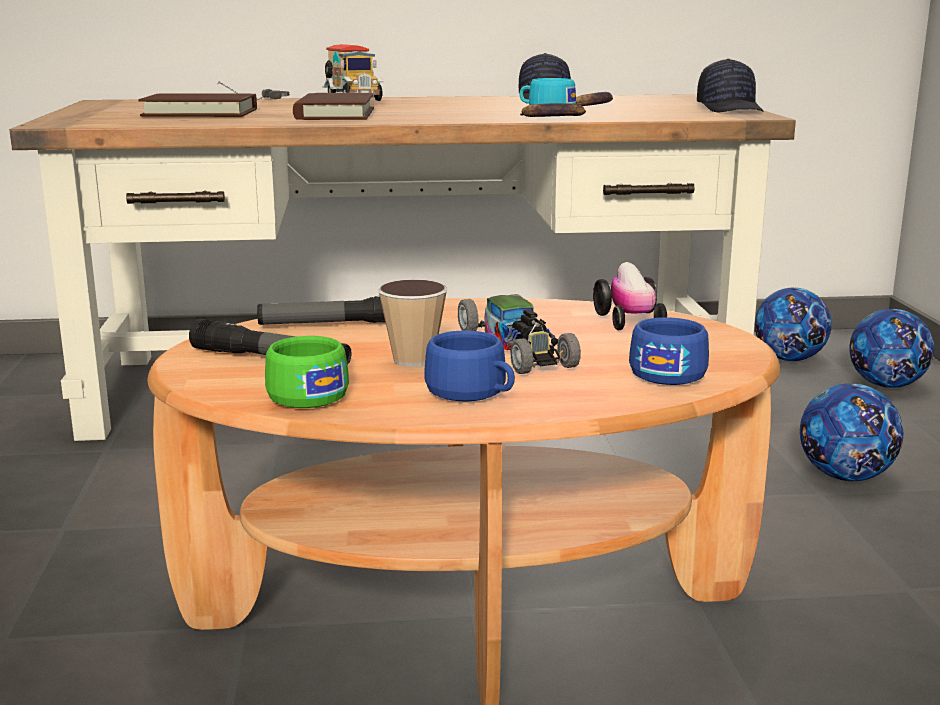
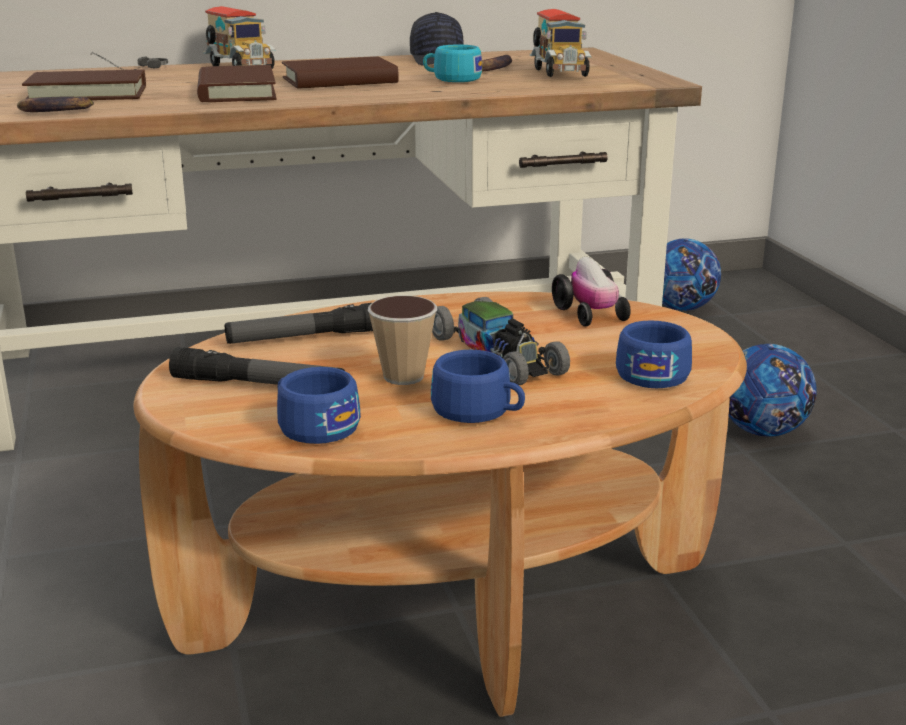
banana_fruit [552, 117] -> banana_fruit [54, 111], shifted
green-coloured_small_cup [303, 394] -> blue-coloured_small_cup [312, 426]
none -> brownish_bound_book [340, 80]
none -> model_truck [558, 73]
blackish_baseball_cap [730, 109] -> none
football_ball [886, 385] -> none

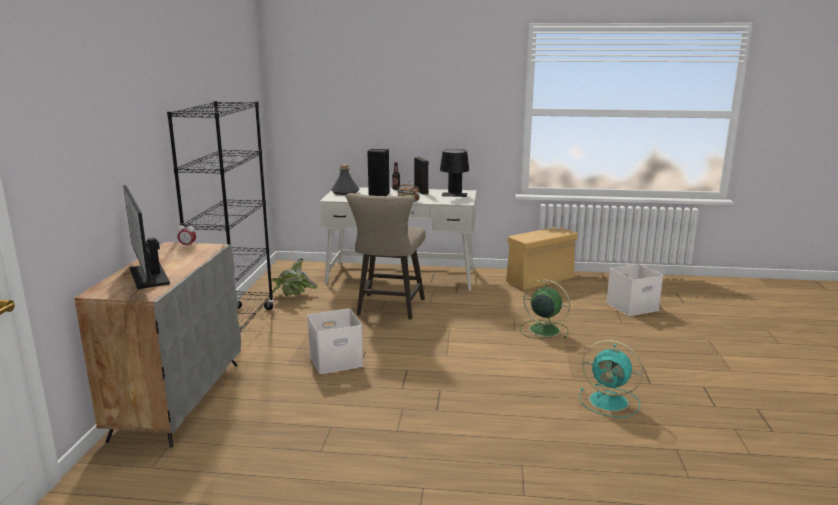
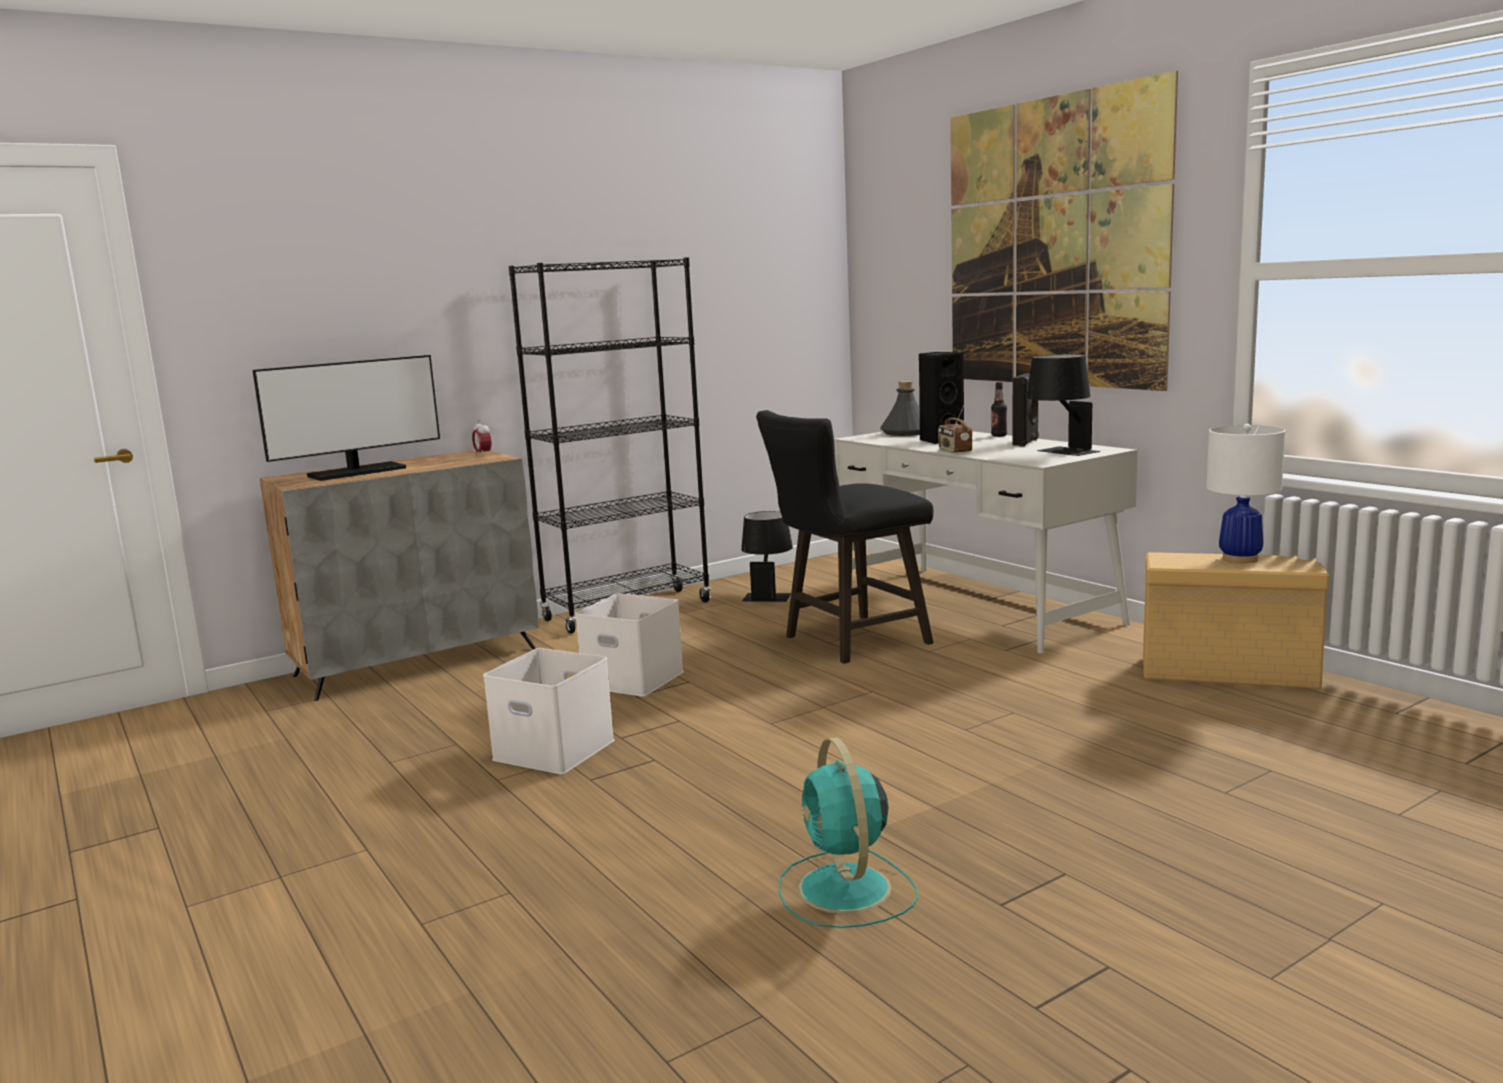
computer_display [149, 276] -> computer_display [357, 472], 150 degrees counterclockwise
white_storage_box [632, 306] -> white_storage_box [557, 749], shifted
potted_plant [293, 296] -> blackish_table_lamp [768, 594]
beige-coloured_stool_seat [388, 309] -> blackish_stool_seat [847, 642]
none -> wall_picture [1051, 244]
none -> white_table_lamp [1240, 559]
green-coloured_cooling_fan [543, 330] -> none

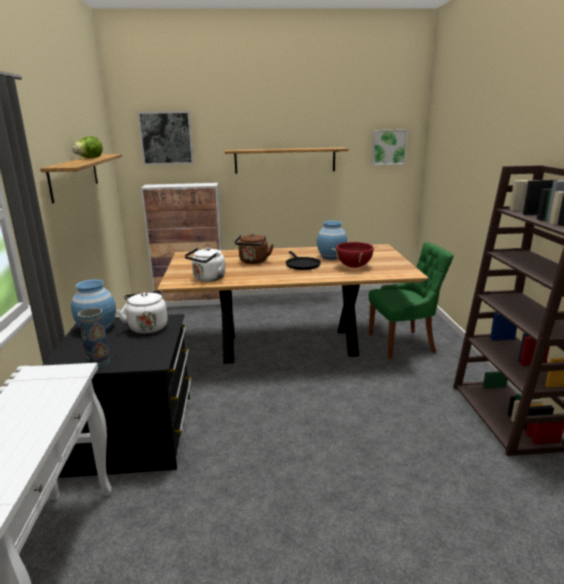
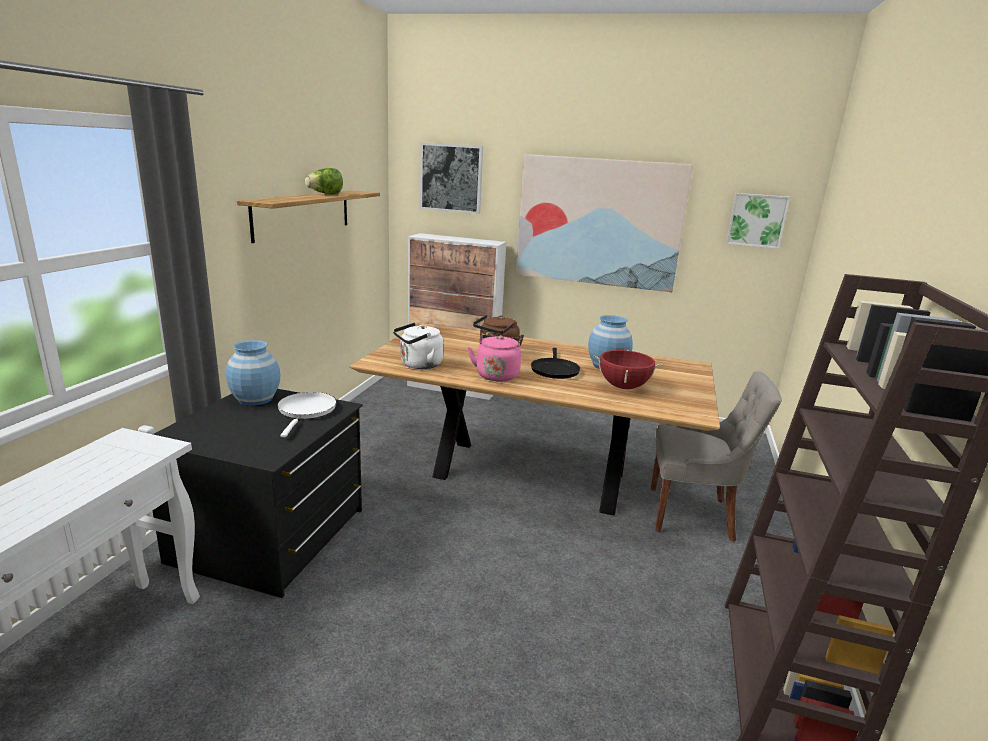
white_water_kettle [147, 327] -> white_pan [306, 411]
none -> pink-coloured_water_kettle [497, 375]
shelf [285, 160] -> wall_picture [598, 222]
green-coloured_plain_chair [403, 343] -> grey_plain_chair [693, 514]
decorative_vase [98, 363] -> none

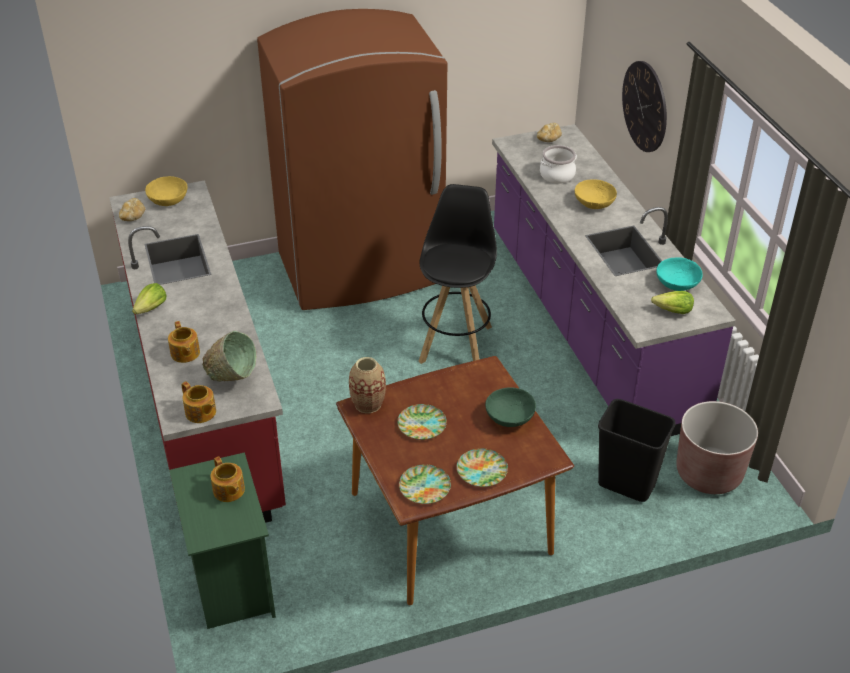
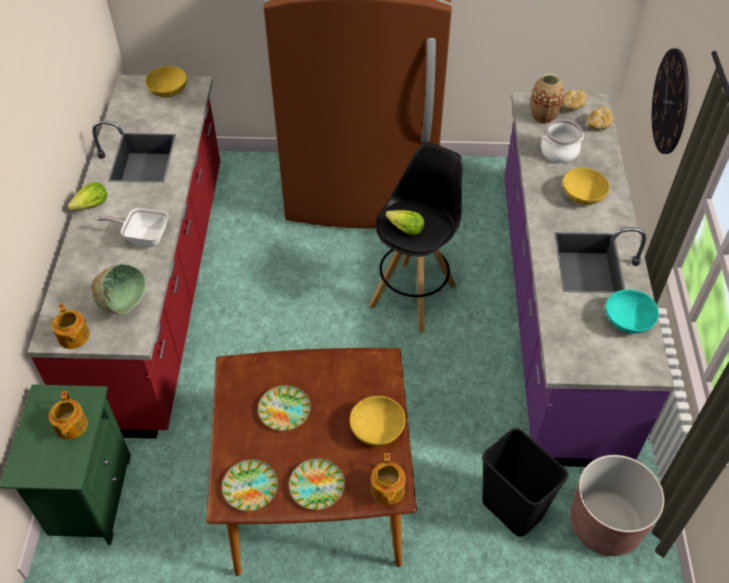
none -> pan [143, 236]
green-coloured_bowl [509, 417] -> yellowish_bowl [376, 429]
teapot [185, 353] -> teapot [387, 490], shifted
lettuce [673, 311] -> lettuce [405, 229], shifted
decorative_vase [368, 403] -> decorative_vase [543, 116], shifted
baked_bread [133, 216] -> baked_bread [598, 125], shifted

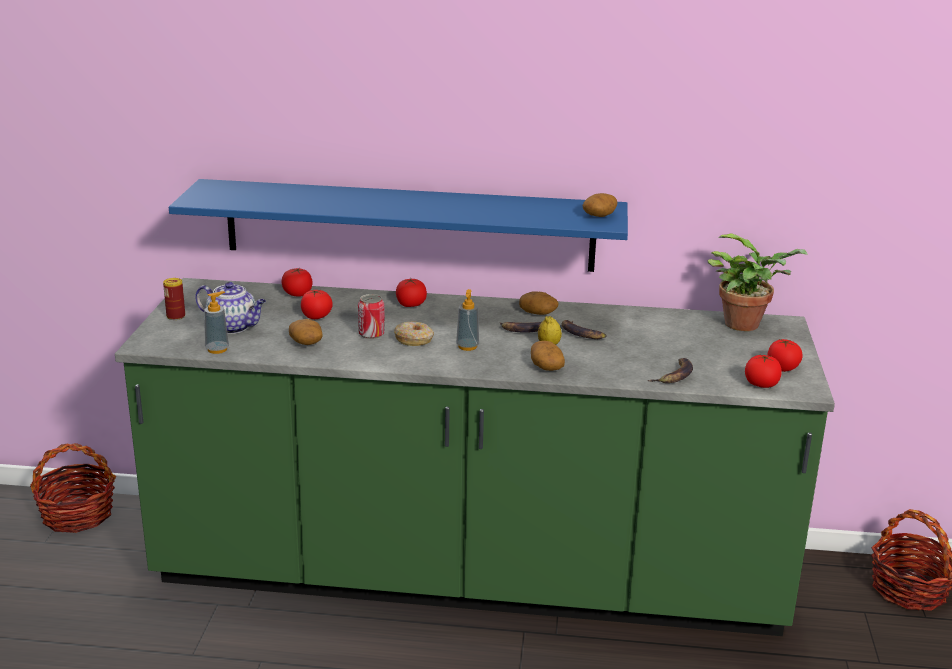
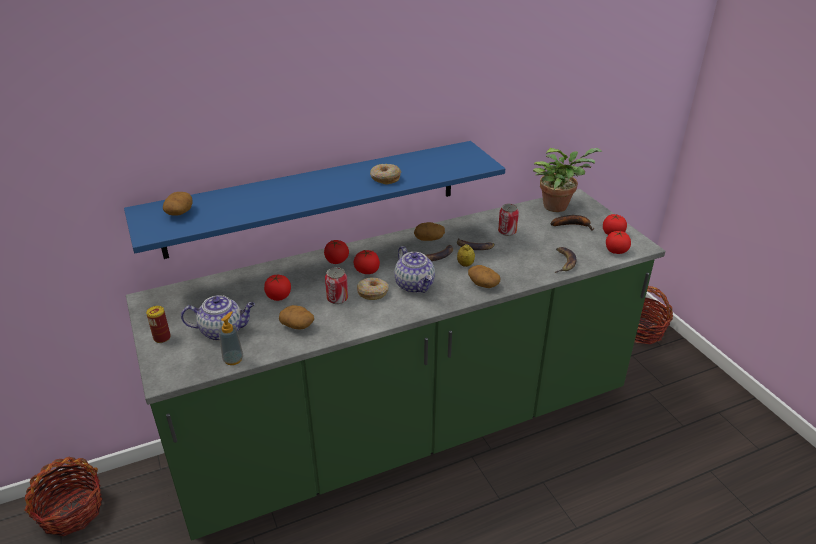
spud [599, 216] -> spud [179, 212], shifted
tomato [297, 294] -> tomato [367, 271], shifted
none -> donut [385, 178]
soap_dispenser [467, 346] -> teapot [415, 285]
none -> metal_can [507, 231]
none -> banana_fruit [573, 225]

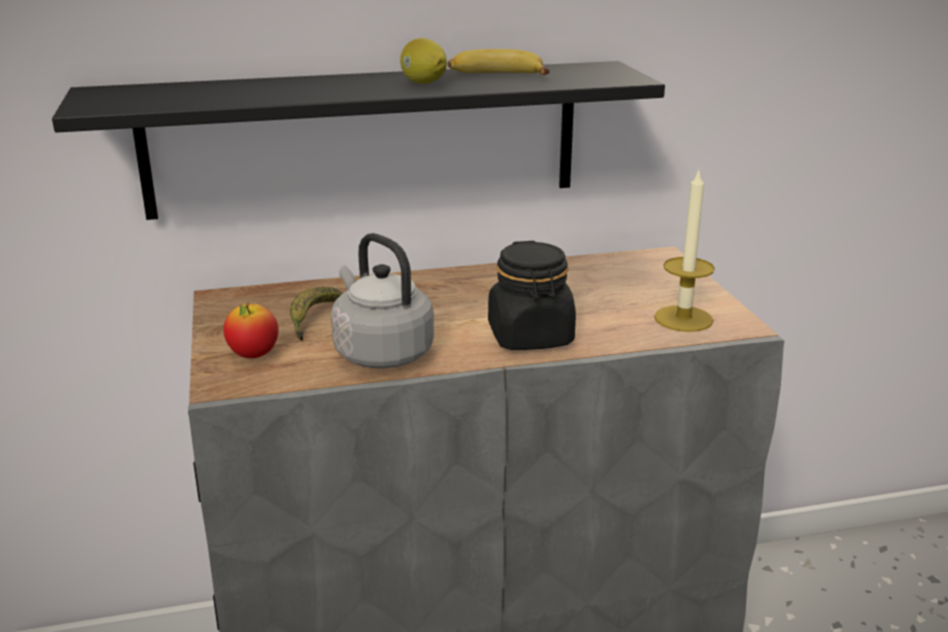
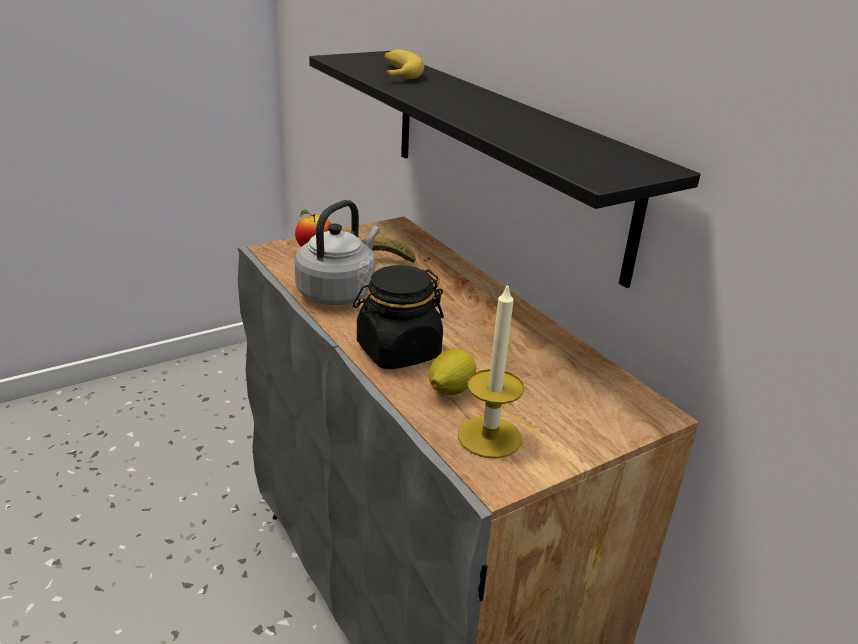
banana_fruit [497, 75] -> banana_fruit [397, 73], shifted
citrus_fruit [424, 83] -> citrus_fruit [449, 390], shifted

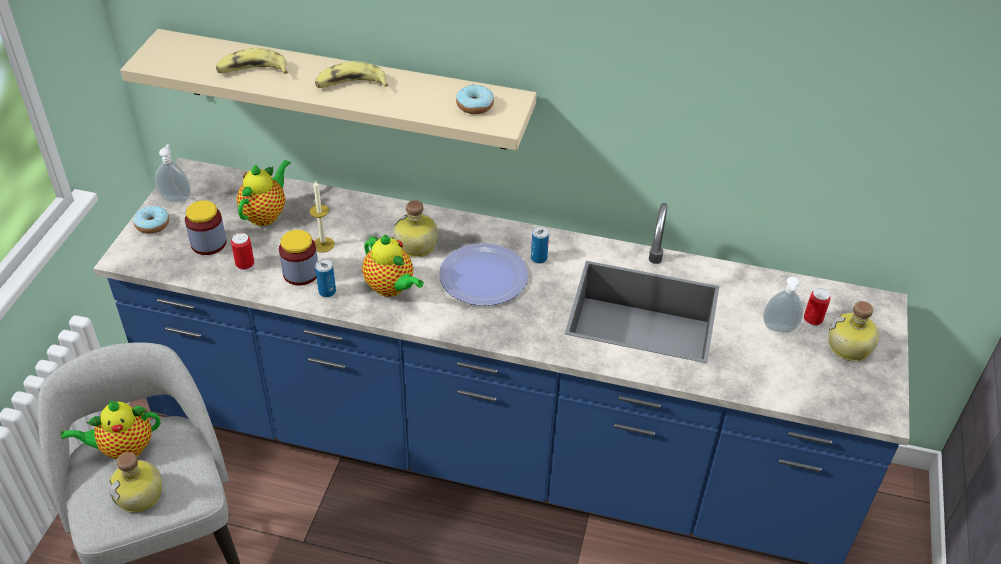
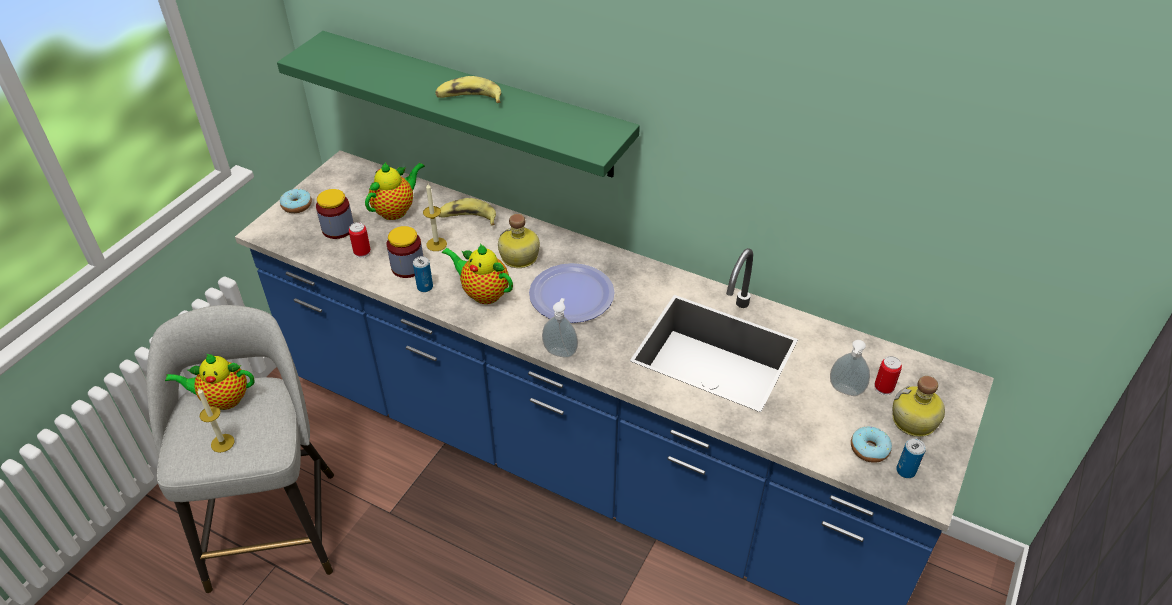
beverage_bottle [141, 495] -> wax_light [222, 443]
beige-coloured_shelf [344, 90] -> green-coloured_shelf [473, 104]
banana_fruit [252, 71] -> banana_fruit [467, 218], shifted
teapot [391, 288] -> teapot [483, 293], 150 degrees clockwise
soap_dispenser [177, 198] -> soap_dispenser [560, 351], shifted
donut [475, 106] -> donut [869, 449], shifted
metal_can [539, 258] -> metal_can [905, 471], shifted

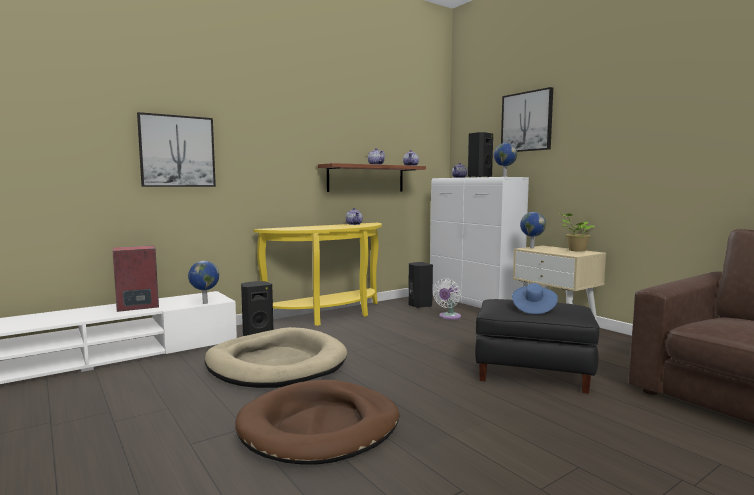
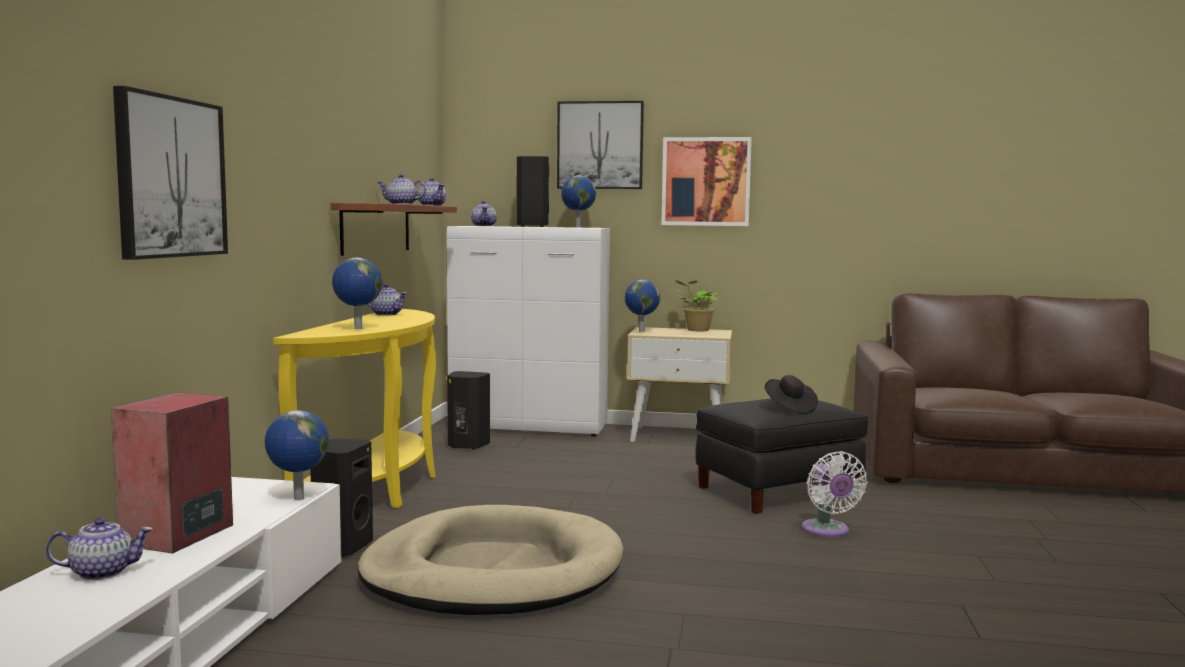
none -> teapot [103, 572]
none -> desk_globe [357, 328]
none -> wall_picture [706, 181]
blue-coloured_wearable_hat [533, 309] -> blackish_wearable_hat [789, 408]
white_cooling_fan [448, 317] -> white_cooling_fan [827, 531], shifted
brownish_dog_cushion [320, 427] -> none

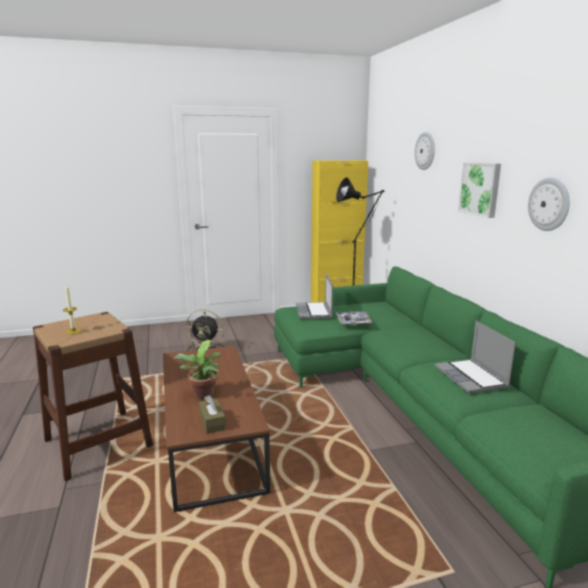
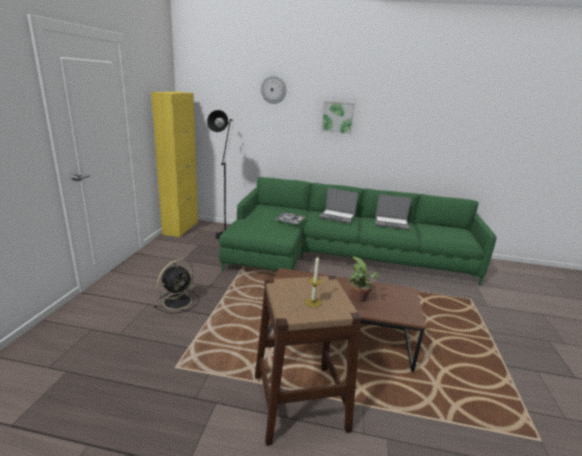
portable_computer [314, 312] -> portable_computer [337, 217], shifted
brownish_tissue_holder [212, 422] -> none
hanging_clock [549, 204] -> none

